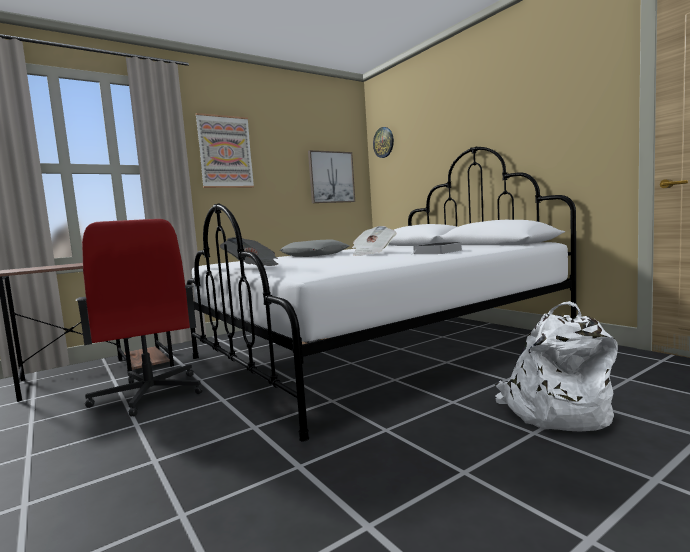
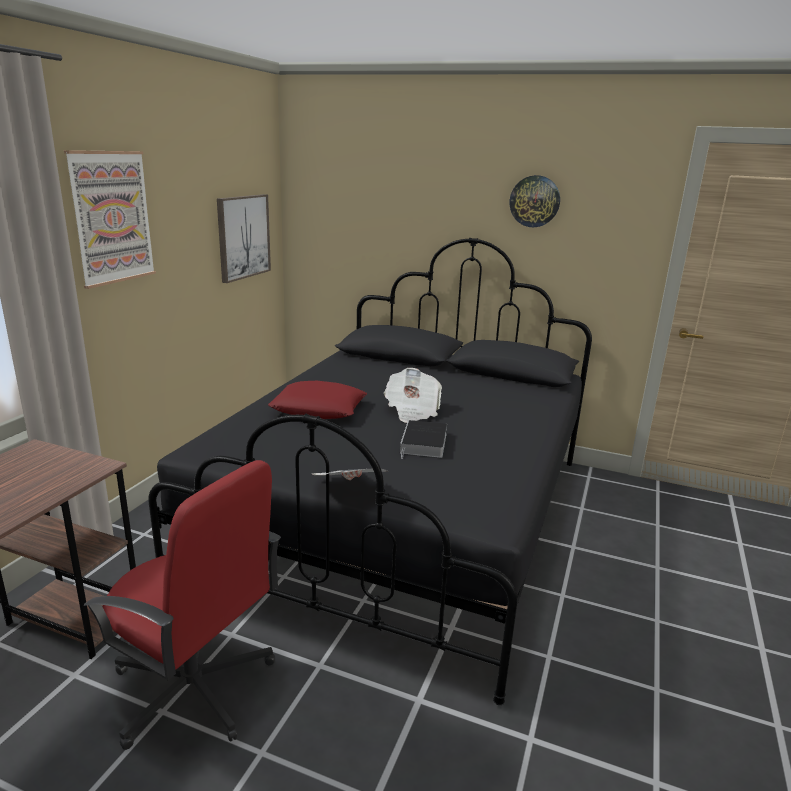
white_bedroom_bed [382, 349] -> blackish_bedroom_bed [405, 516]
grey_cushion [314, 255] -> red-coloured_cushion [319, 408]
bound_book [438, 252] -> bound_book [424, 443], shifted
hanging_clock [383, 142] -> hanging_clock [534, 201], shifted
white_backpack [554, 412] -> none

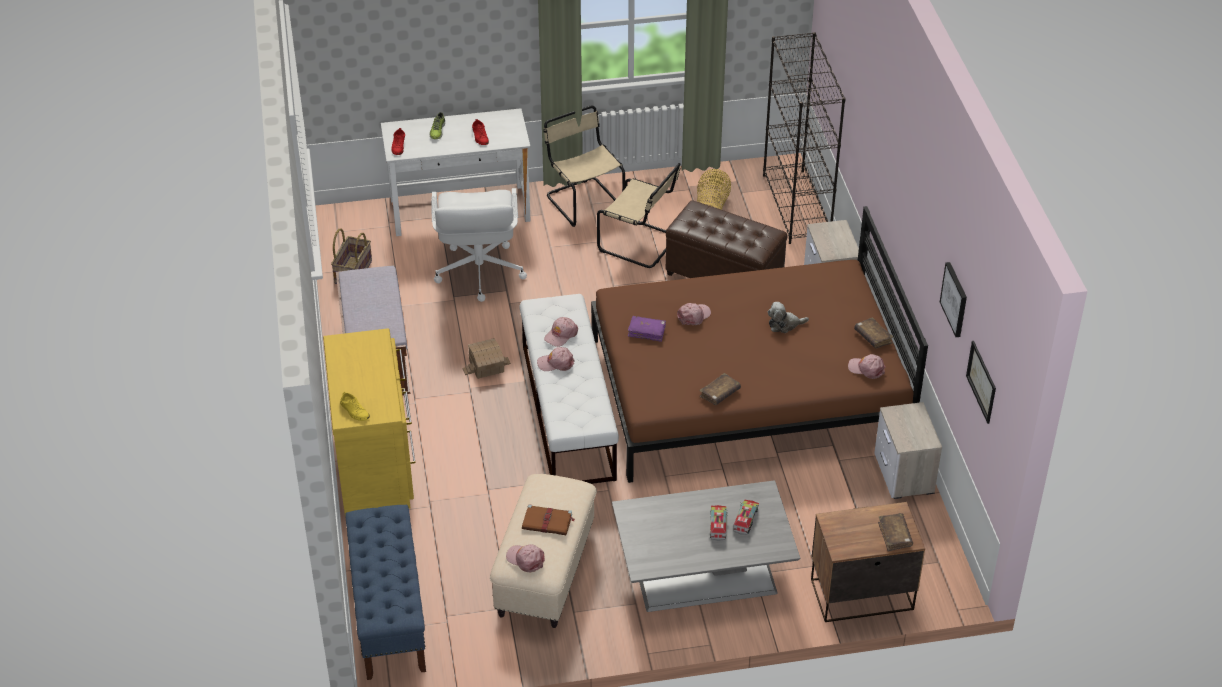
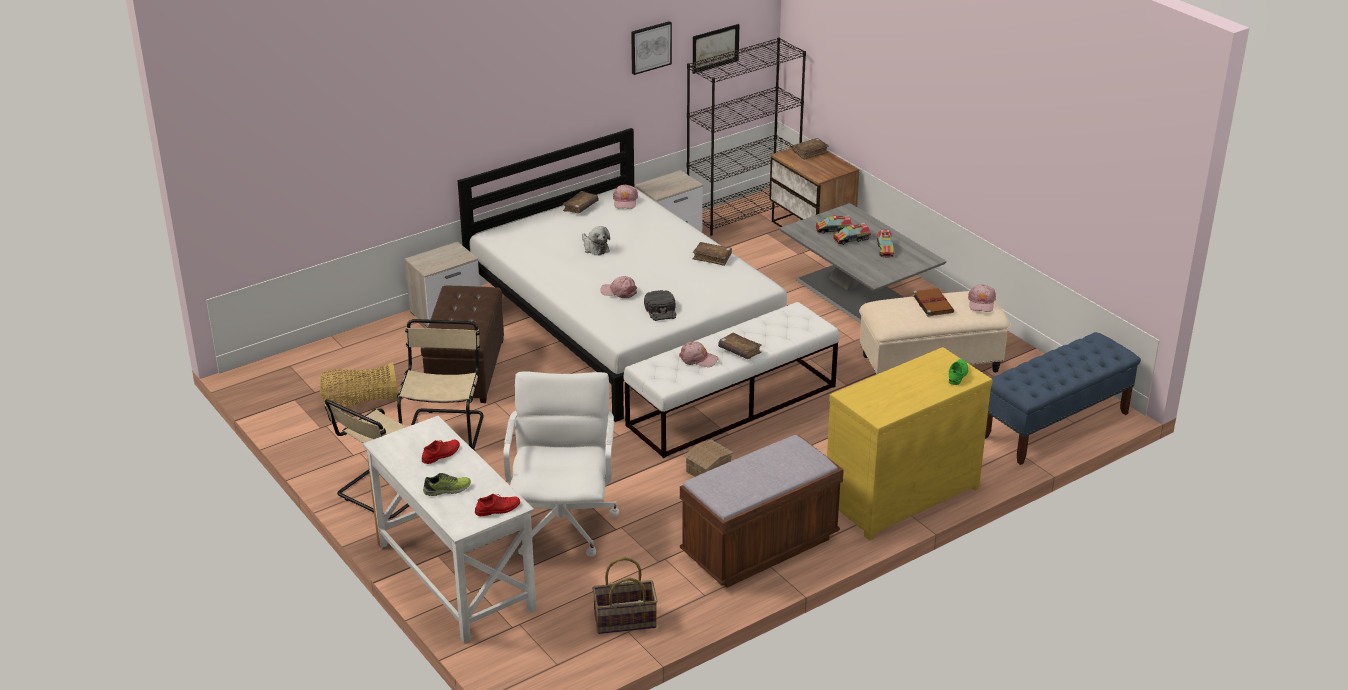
brownish_bedroom_bed [748, 390] -> white_bedroom_bed [625, 321]
white_computer_chair [479, 272] -> white_computer_chair [562, 525], 60 degrees counterclockwise
purple-coloured_bound_book [647, 332] -> blackish_baseball_cap [661, 309]
blackish_bookcase [797, 207] -> blackish_bookcase [743, 211], shifted
pink-coloured_baseball_cap [556, 363] -> brownish_bound_book [739, 351]
none -> model_truck [885, 249]
yellowish_shoe [354, 411] -> green-coloured_shoe [958, 374]

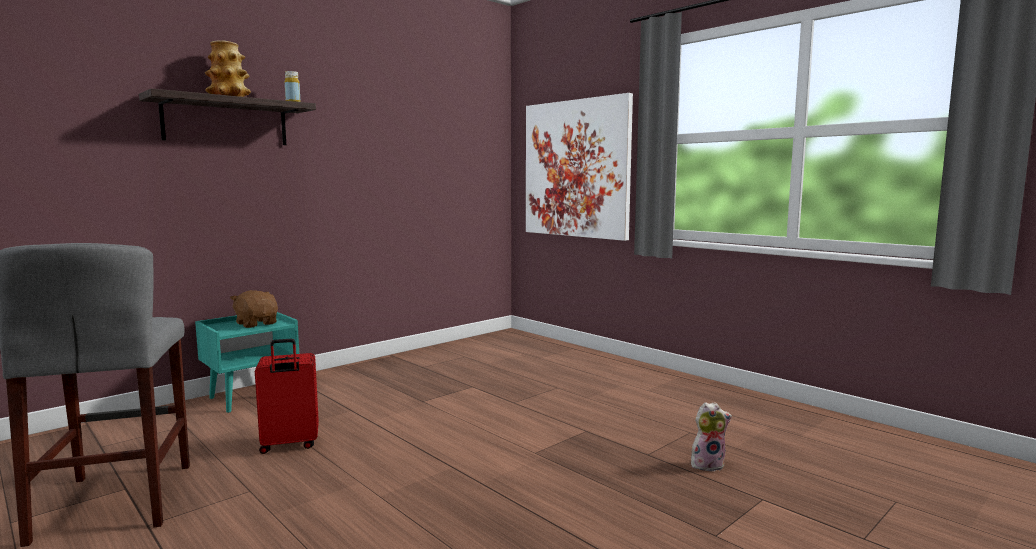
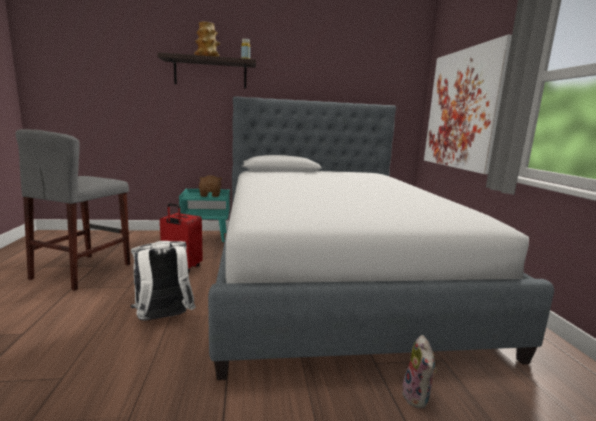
none -> white_backpack [163, 319]
none -> bedroom_bed [332, 275]
soft_toy [707, 464] -> soft_toy [418, 397], 60 degrees clockwise

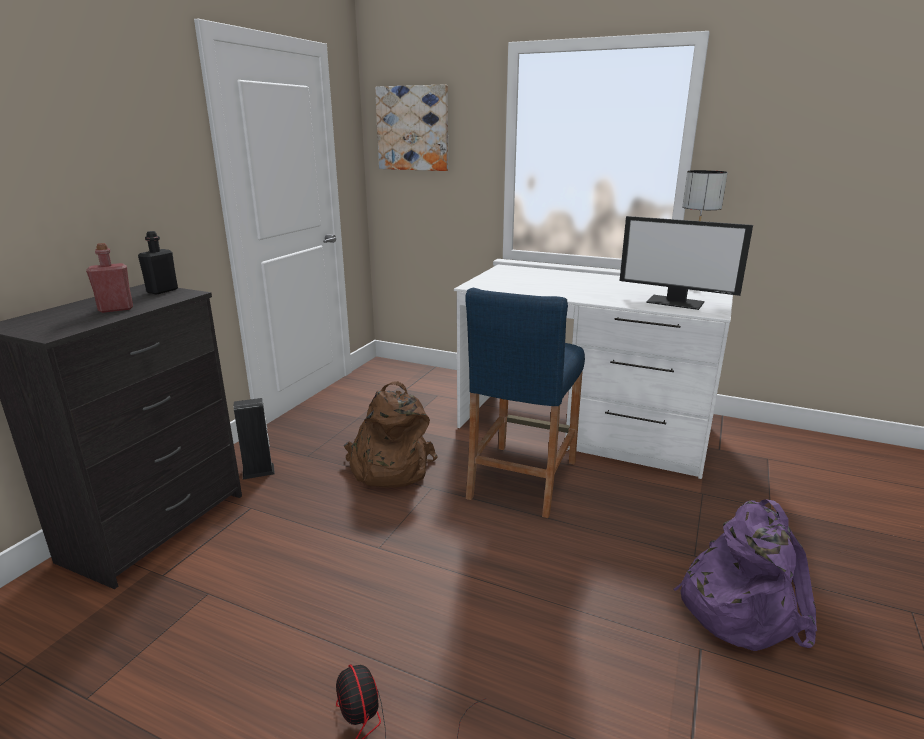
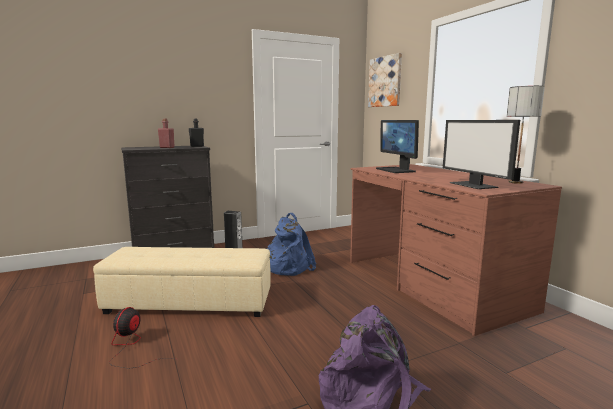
none -> beige-coloured_ottoman [190, 303]
brownish_backpack [389, 468] -> blue-coloured_backpack [287, 267]
white_desk_unit [583, 427] -> brownish_desk_unit [431, 284]
none -> computer_display [396, 170]
blue-coloured_stool_seat [522, 479] -> none

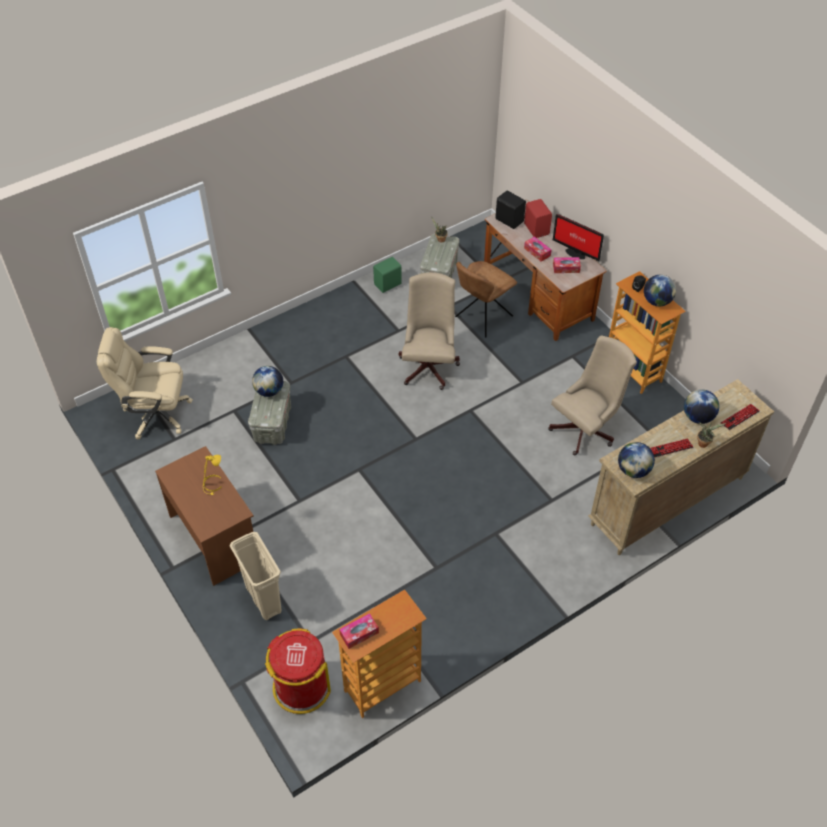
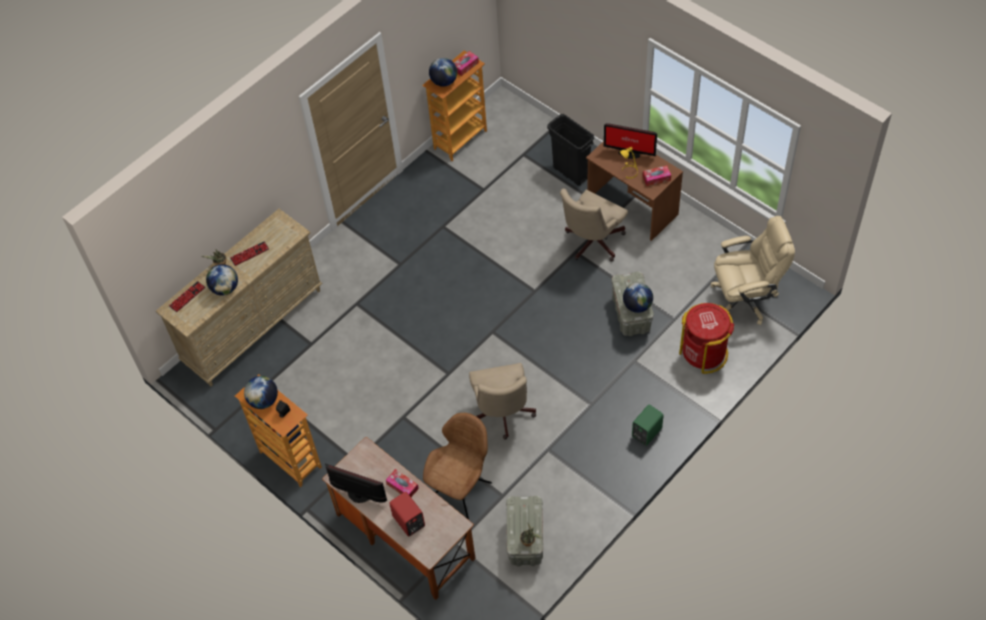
desk_globe [633, 470] -> desk_globe [444, 82], shifted
beige-coloured_rubbish_bin [264, 600] -> blackish_rubbish_bin [570, 173]
beige-coloured_computer_chair [586, 428] -> beige-coloured_computer_chair [591, 243], shifted
none -> computer_display [629, 153]
green-coloured_speaker [388, 285] -> green-coloured_speaker [645, 432], shifted
tissue_holder [566, 268] -> tissue_holder [656, 178], shifted
red-coloured_rubbish_bin [301, 687] -> red-coloured_rubbish_bin [704, 353], shifted
blackish_speaker [509, 220] -> none

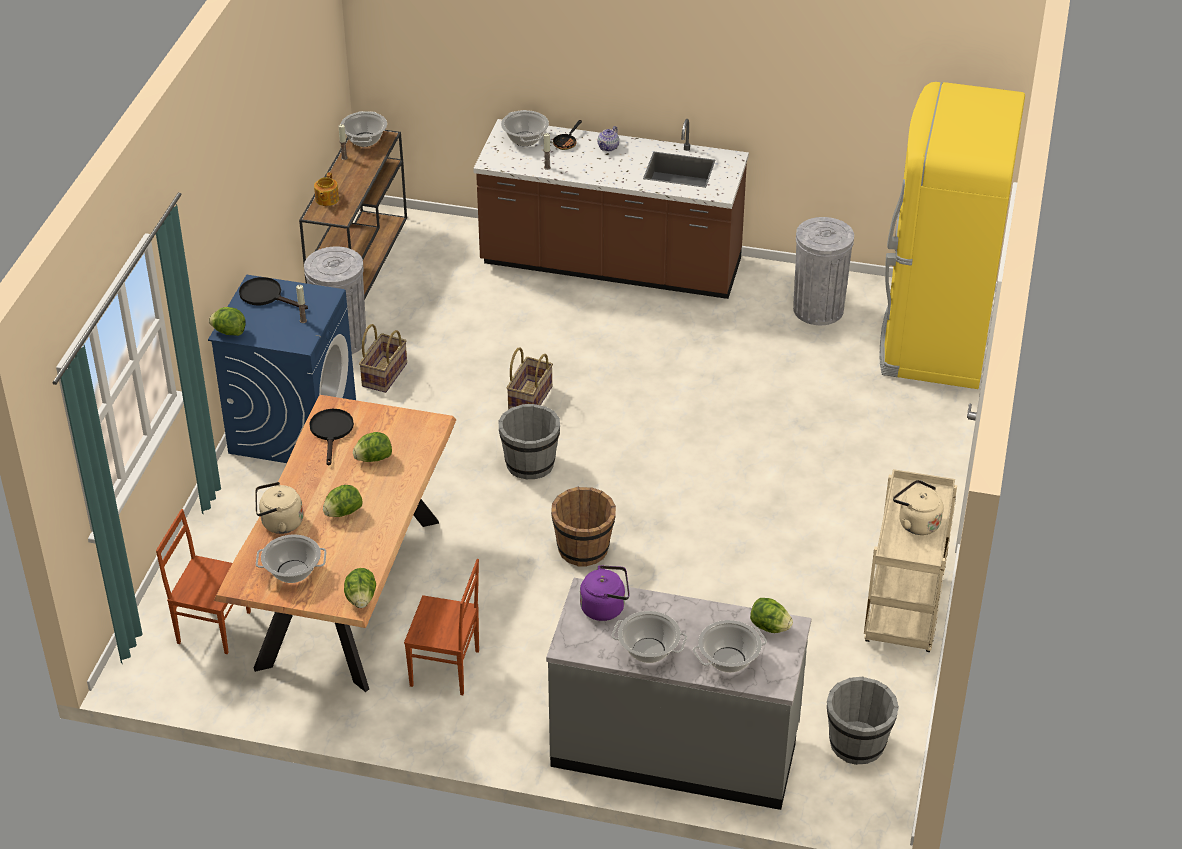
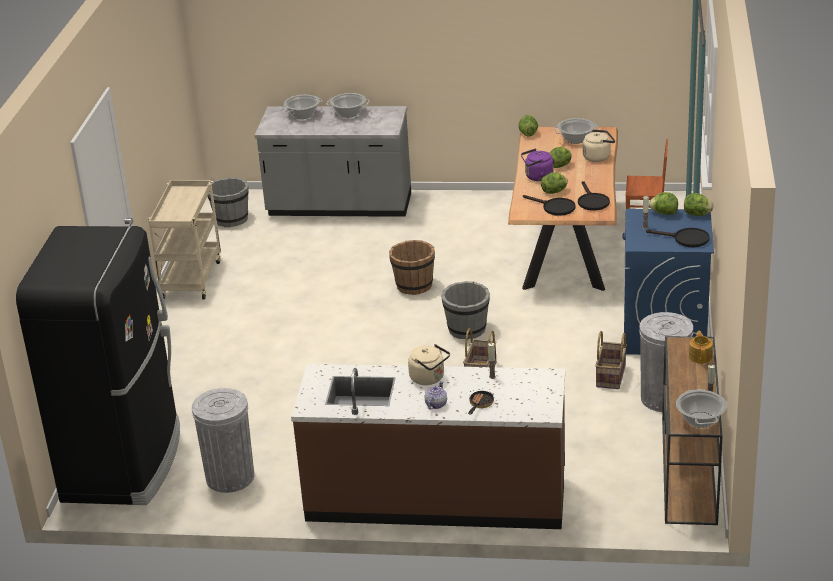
yellowish_fridge [934, 339] -> blackish_fridge [124, 462]
beige-coloured_water_kettle [916, 523] -> beige-coloured_water_kettle [429, 378], shifted
purple-coloured_water_kettle [605, 607] -> purple-coloured_water_kettle [537, 177], shifted
none -> blackish_pan [554, 208]
lettuce [769, 627] -> lettuce [664, 213], shifted
brownish_plain_chair [445, 669] -> none
cooking_pot [525, 139] -> none

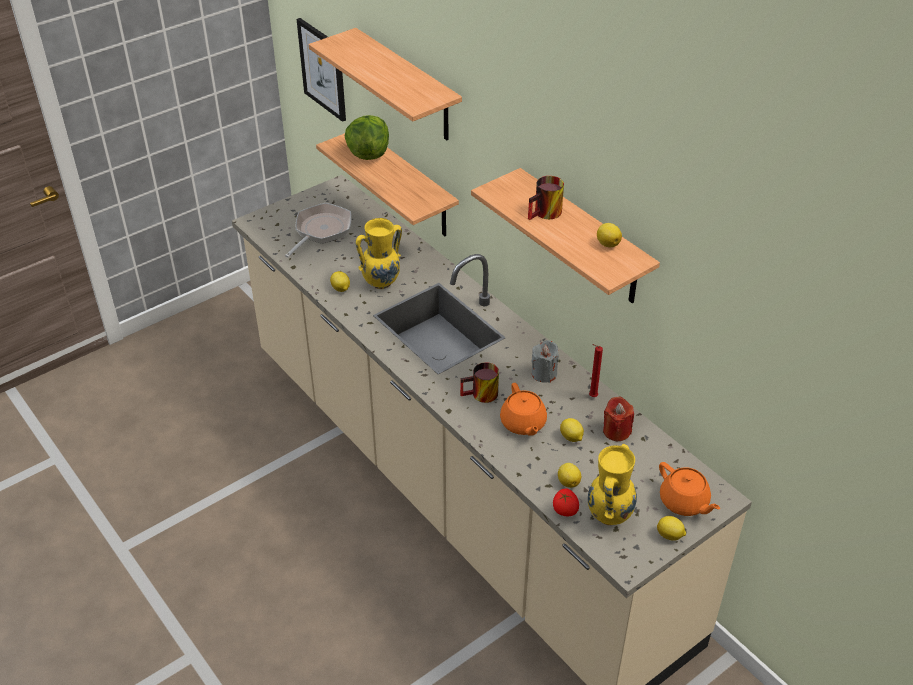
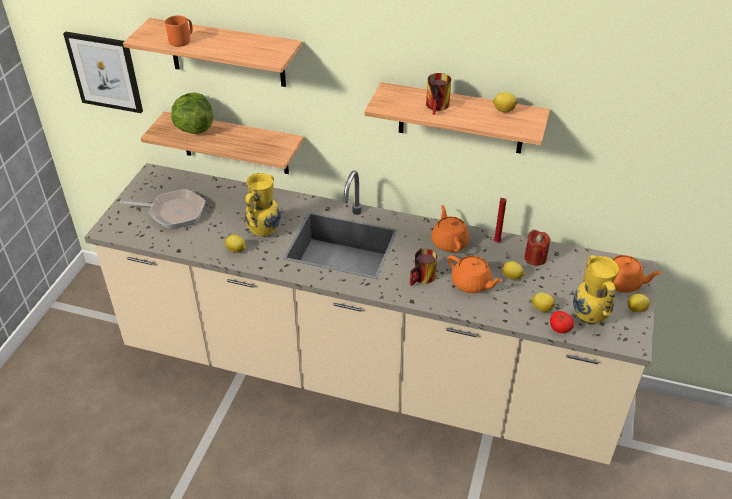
pan [321, 231] -> pan [173, 212], 105 degrees clockwise
none -> orange-coloured_mug [182, 40]
grey_wax_light [544, 373] -> orange-coloured_teapot [449, 242]

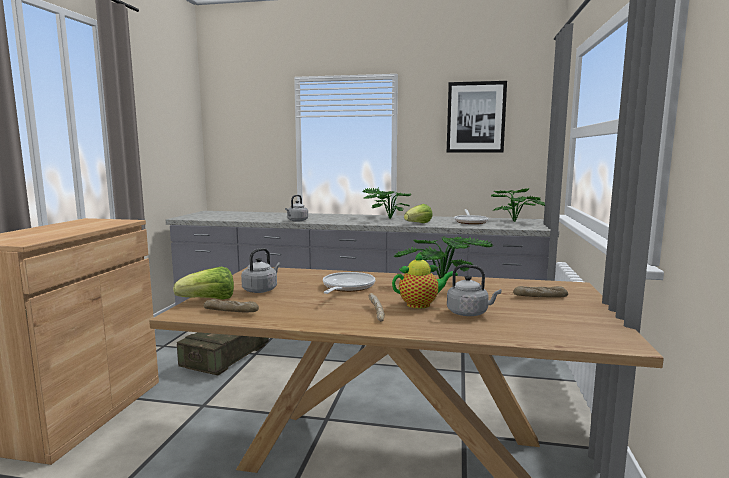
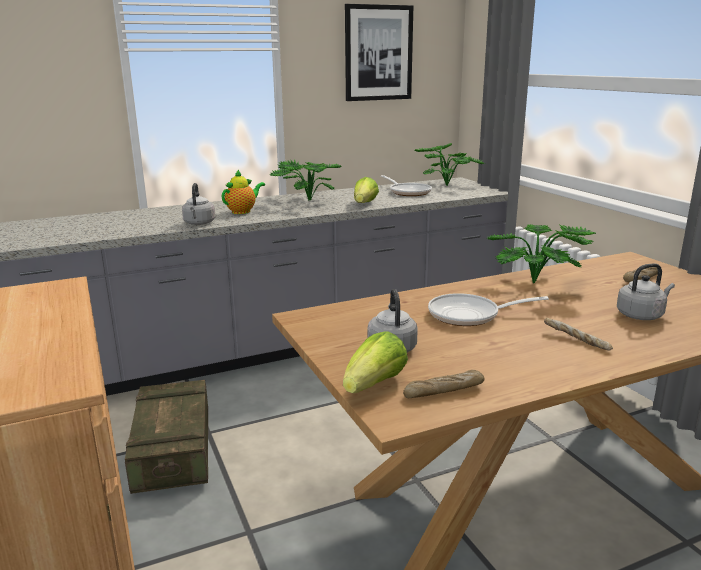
teapot [421, 304] -> teapot [243, 211], shifted
pan [346, 287] -> pan [469, 315], 75 degrees counterclockwise

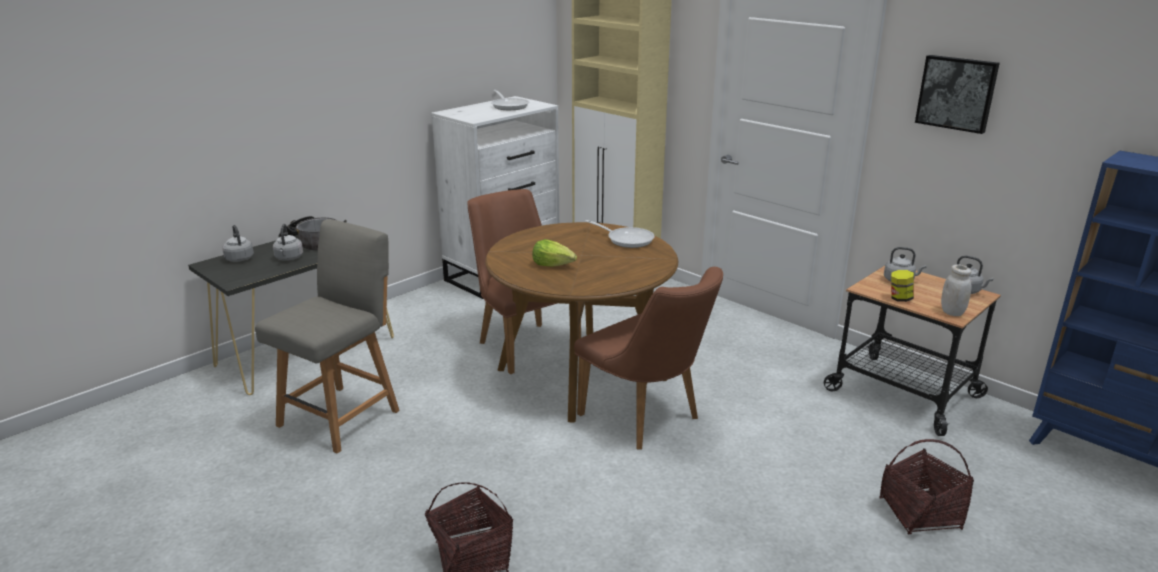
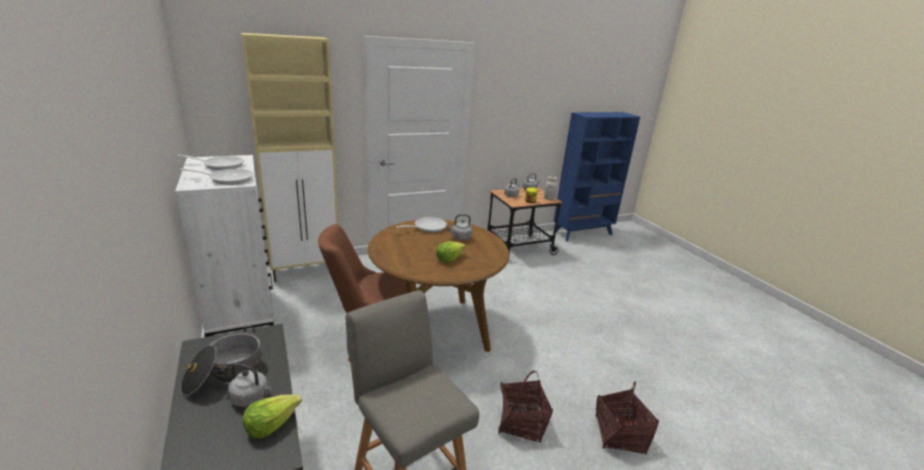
none -> pan [227, 179]
none -> lettuce [271, 424]
grey_water_kettle [239, 258] -> grey_water_kettle [460, 238], shifted
storage_basket [920, 514] -> storage_basket [521, 423], shifted
brownish_plain_chair [647, 420] -> none
wall_picture [957, 93] -> none

